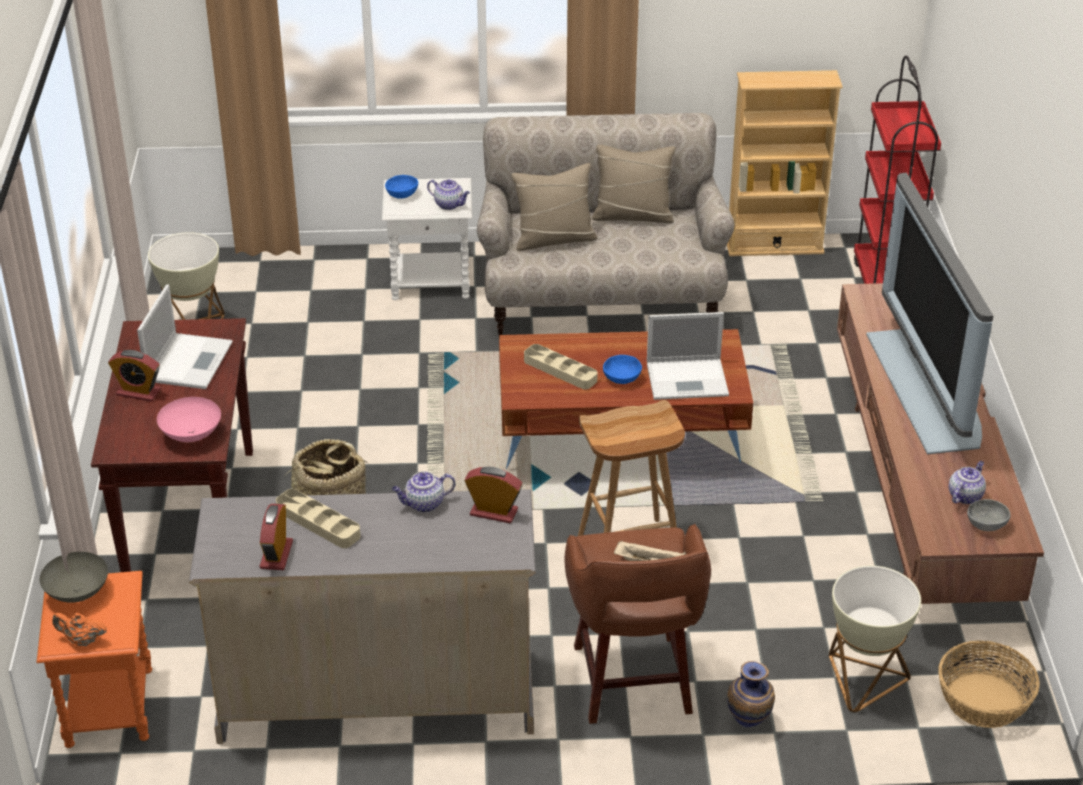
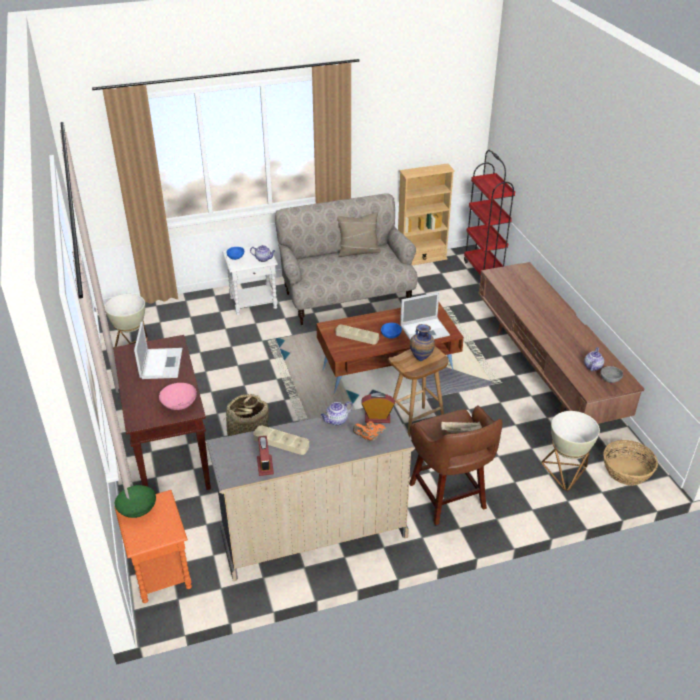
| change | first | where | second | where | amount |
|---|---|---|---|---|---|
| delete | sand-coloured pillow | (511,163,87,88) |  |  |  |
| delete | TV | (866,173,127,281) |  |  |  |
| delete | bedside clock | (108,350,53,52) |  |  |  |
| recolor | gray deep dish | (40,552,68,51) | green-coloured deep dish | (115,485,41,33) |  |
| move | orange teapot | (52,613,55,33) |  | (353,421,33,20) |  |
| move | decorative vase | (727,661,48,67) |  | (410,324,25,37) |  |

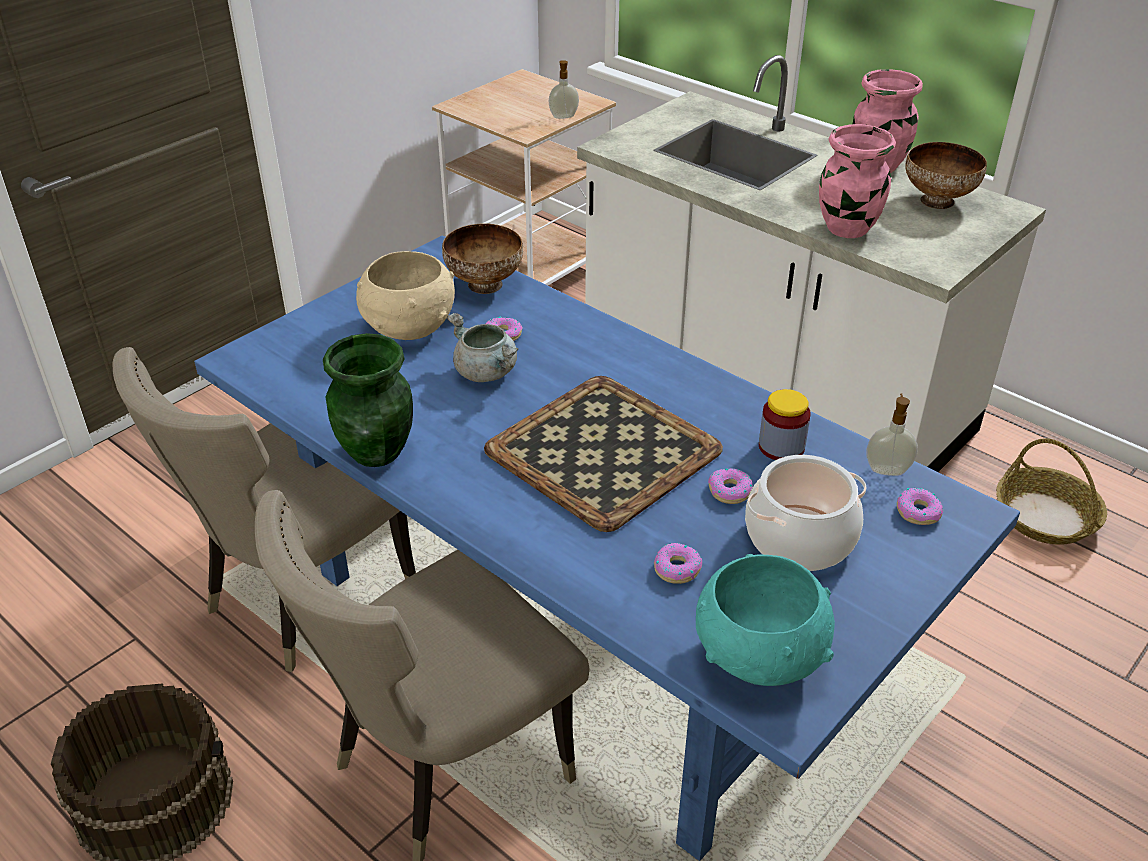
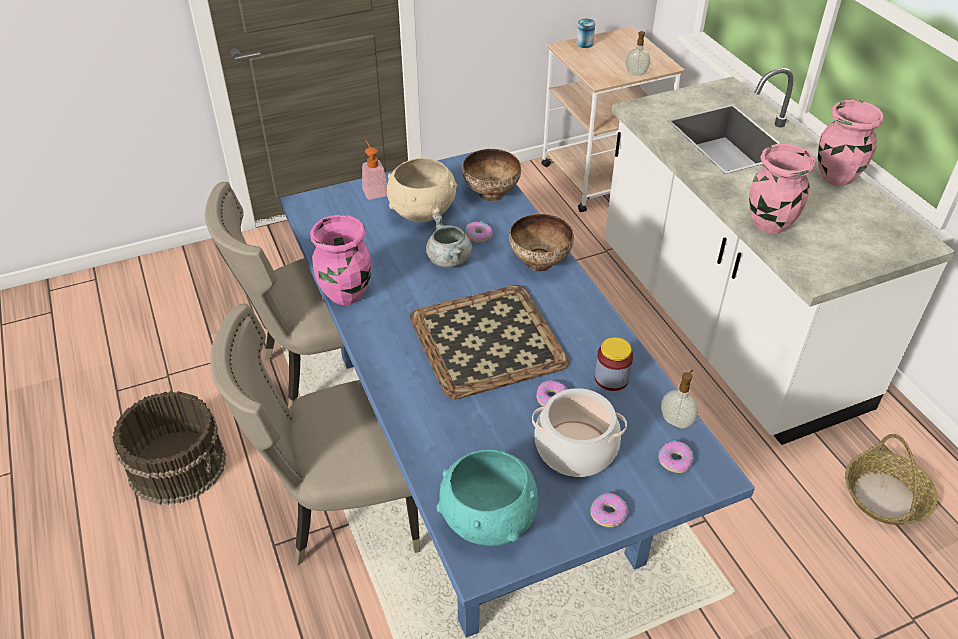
| change | first | where | second | where | amount |
|---|---|---|---|---|---|
| move | deep dish | (906,142,81,67) |  | (509,214,65,58) |  |
| recolor | green-coloured decorative vase | (323,333,90,134) | pink decorative vase | (310,214,61,91) |  |
| move | ring doughnut | (654,543,48,41) |  | (590,493,39,34) |  |
| insert |  |  | metal can | (576,19,20,29) |  |
| insert |  |  | soap dispenser | (362,140,25,60) |  |

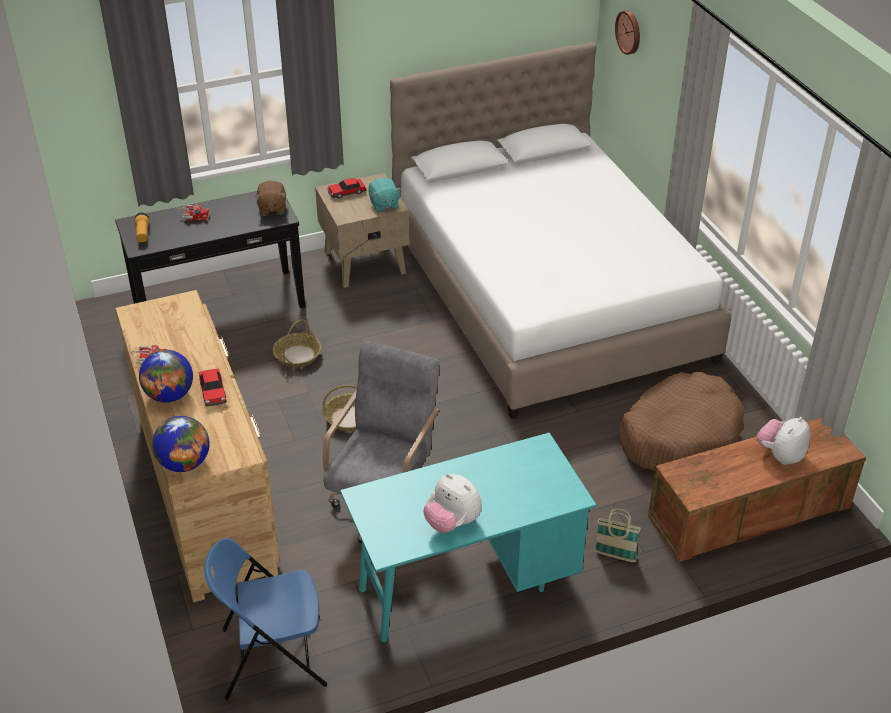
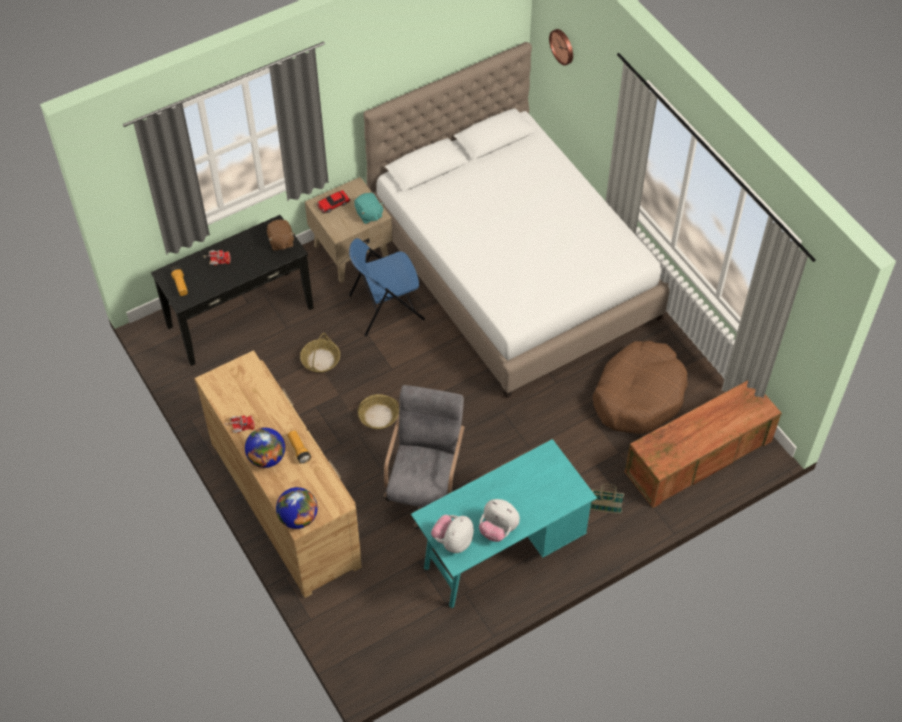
| change | first | where | second | where | amount |
|---|---|---|---|---|---|
| replace | toy car | (199,368,27,38) | flashlight | (287,430,24,34) |  |
| move | cuddly toy | (757,417,54,48) |  | (431,515,43,38) |  |
| move | blue-coloured upright chair | (204,538,123,162) |  | (349,238,76,98) |  |

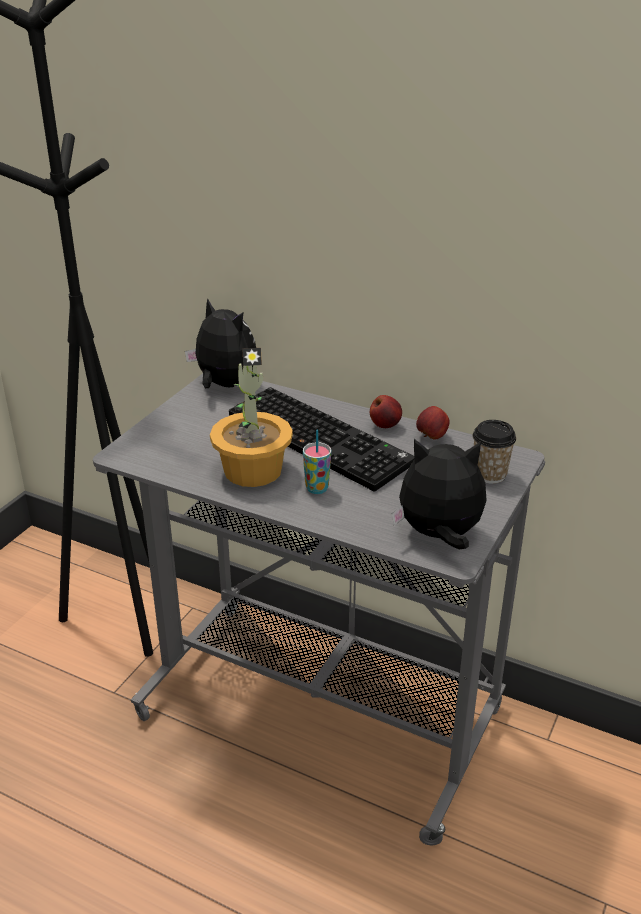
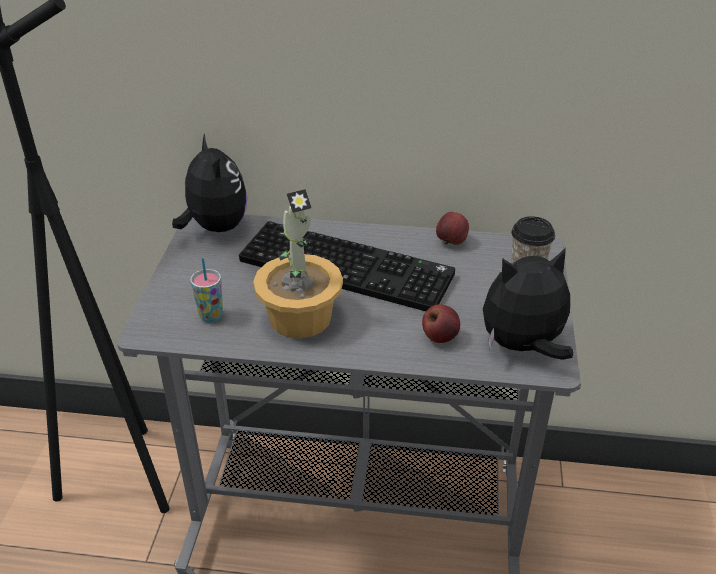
| change | first | where | second | where | amount |
|---|---|---|---|---|---|
| rotate | cuddly toy | (185,298,71,90) |  | (172,134,75,98) | 45 degrees clockwise |
| move | apple fruit | (370,395,32,33) |  | (422,304,38,39) |  |
| move | drinking cup | (303,430,28,64) |  | (190,258,33,64) |  |

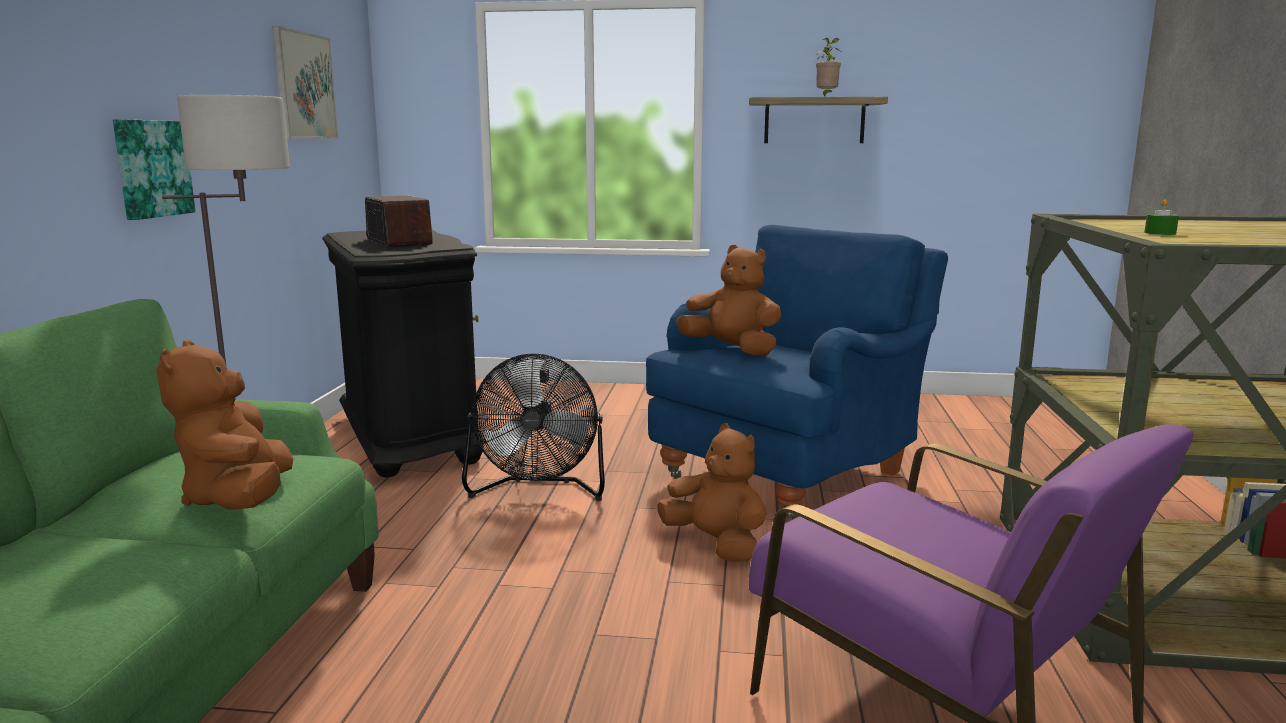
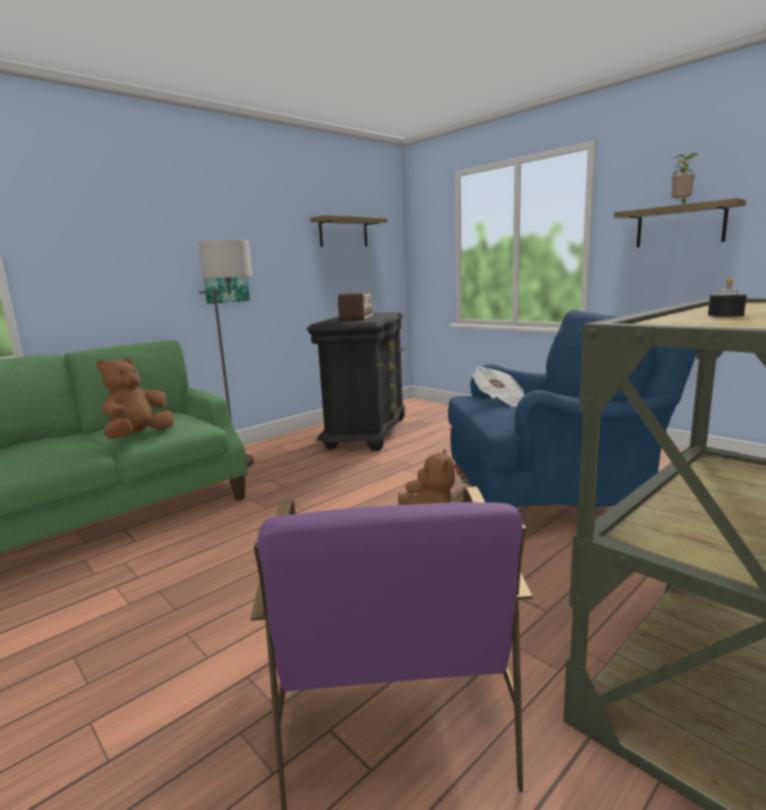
| change | first | where | second | where | amount |
|---|---|---|---|---|---|
| replace | wall picture | (272,26,66,113) | wall shelf | (310,215,78,32) |  |
| recolor | green-coloured wax light | (1144,200,35,35) | black wax light | (708,278,39,39) |  |
| replace | brown-coloured cuddly toy | (676,245,105,111) | printed paper | (472,367,53,40) |  |
| delete | black fan | (462,354,143,147) |  |  |  |

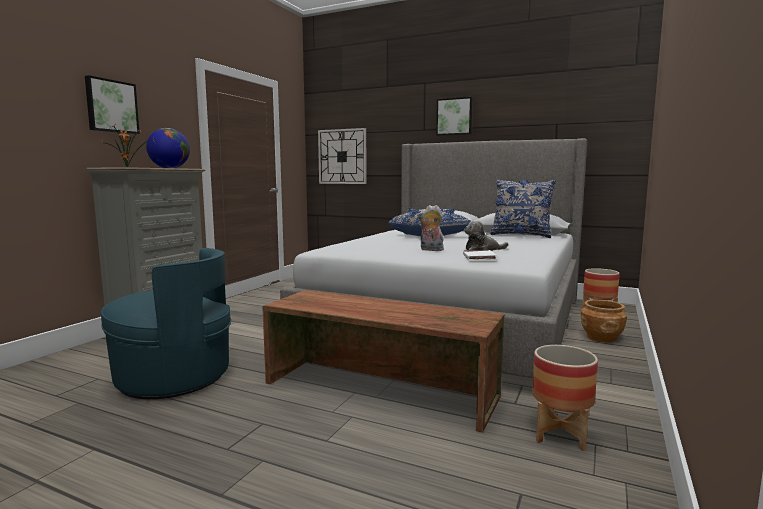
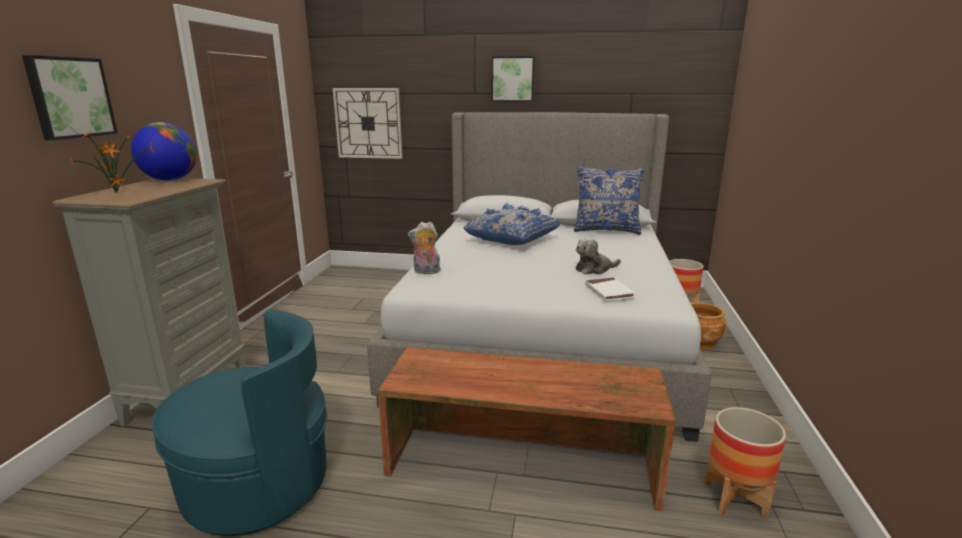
| change | first | where | second | where | amount |
|---|---|---|---|---|---|
| move | cuddly toy | (417,205,28,46) |  | (408,222,33,52) |  |

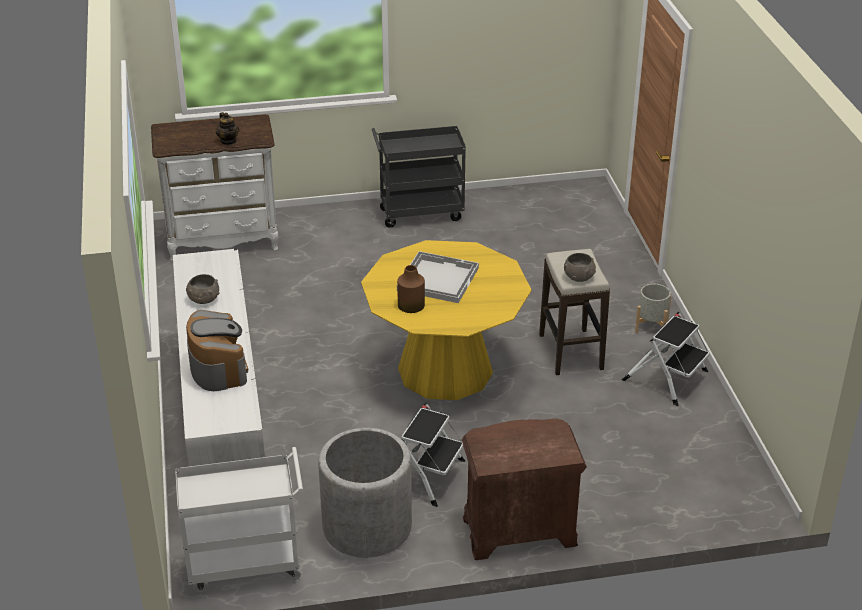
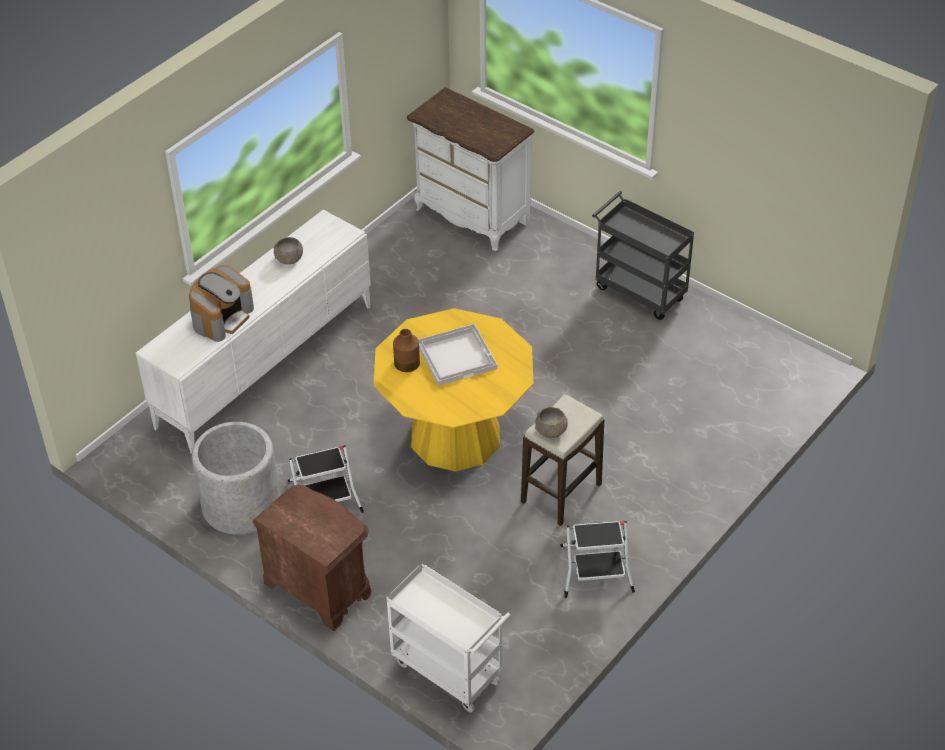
| change | first | where | second | where | amount |
|---|---|---|---|---|---|
| delete | teapot | (216,112,23,33) |  |  |  |
| delete | gray flower pot | (635,284,36,49) |  |  |  |
| move | whitish cart | (175,447,128,146) |  | (387,564,123,148) |  |

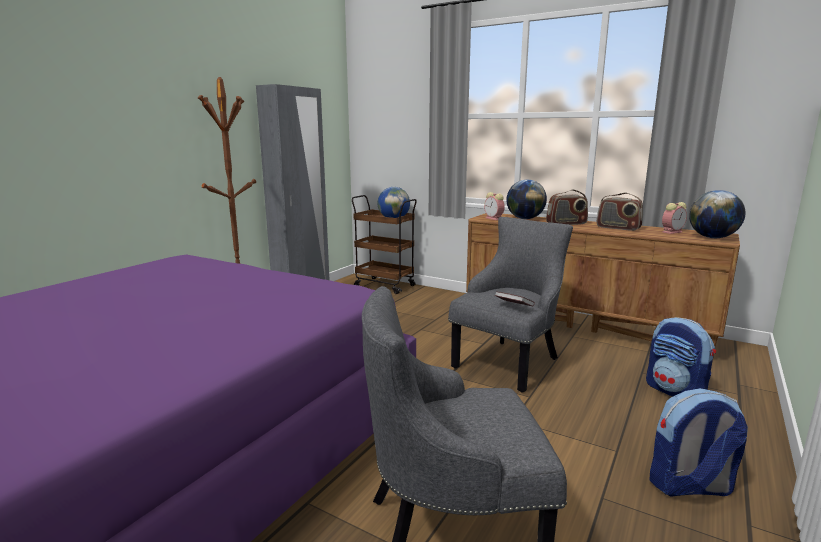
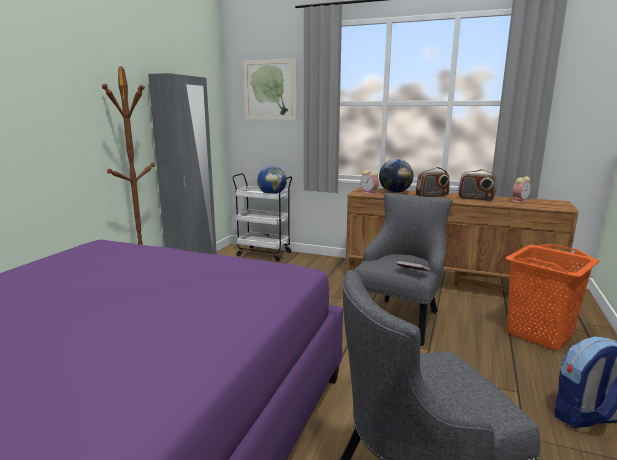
| change | first | where | second | where | amount |
|---|---|---|---|---|---|
| delete | globe | (689,190,56,48) |  |  |  |
| recolor | brown-coloured cart | (352,195,65,99) | whitish cart | (233,173,59,89) |  |
| replace | knapsack | (646,317,70,80) | orange washing basket | (506,244,93,106) |  |
| insert |  |  | wall picture | (243,58,54,62) |  |

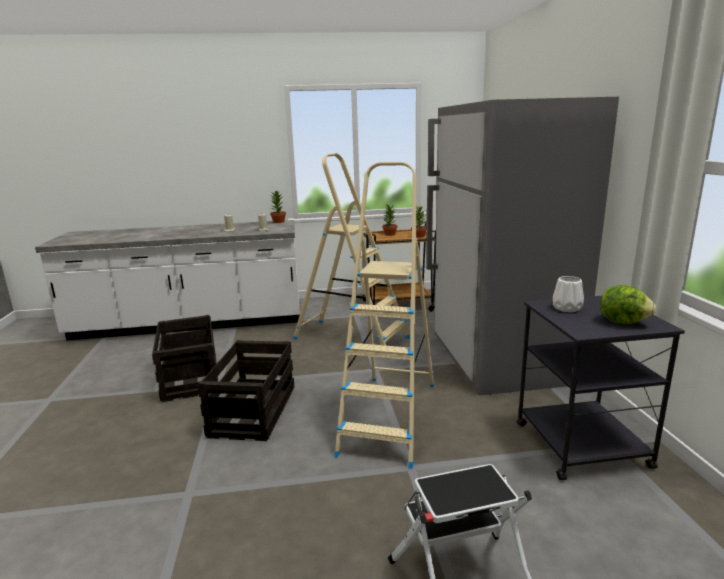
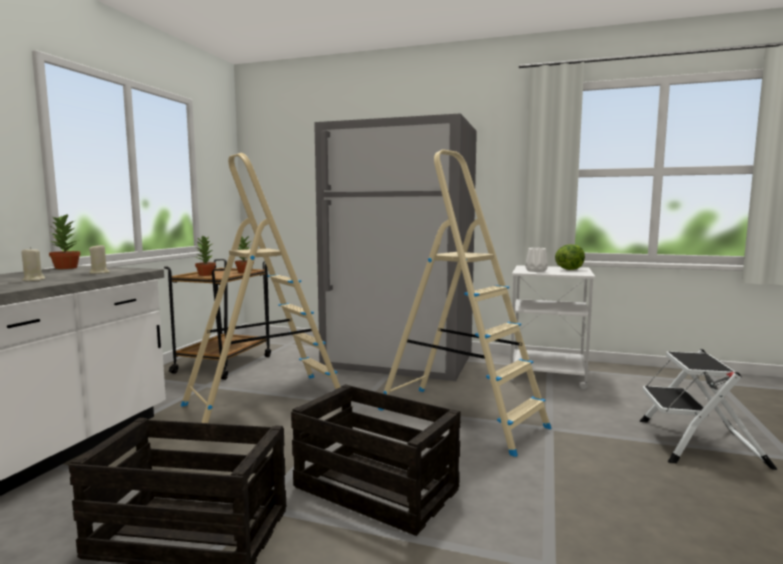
| change | first | where | second | where | amount |
|---|---|---|---|---|---|
| recolor | black cart | (517,296,168,184) | whitish cart | (509,265,86,124) |  |

